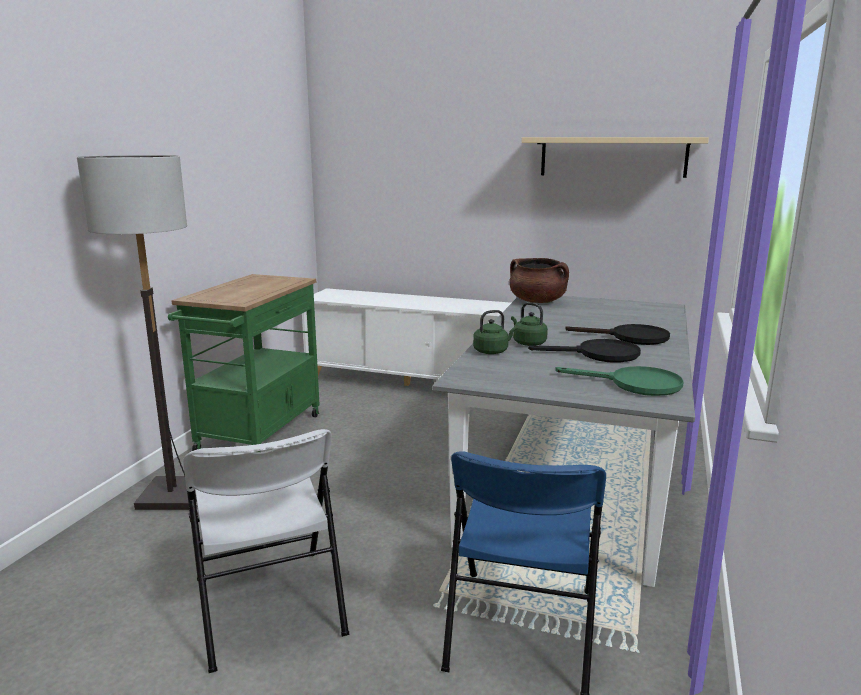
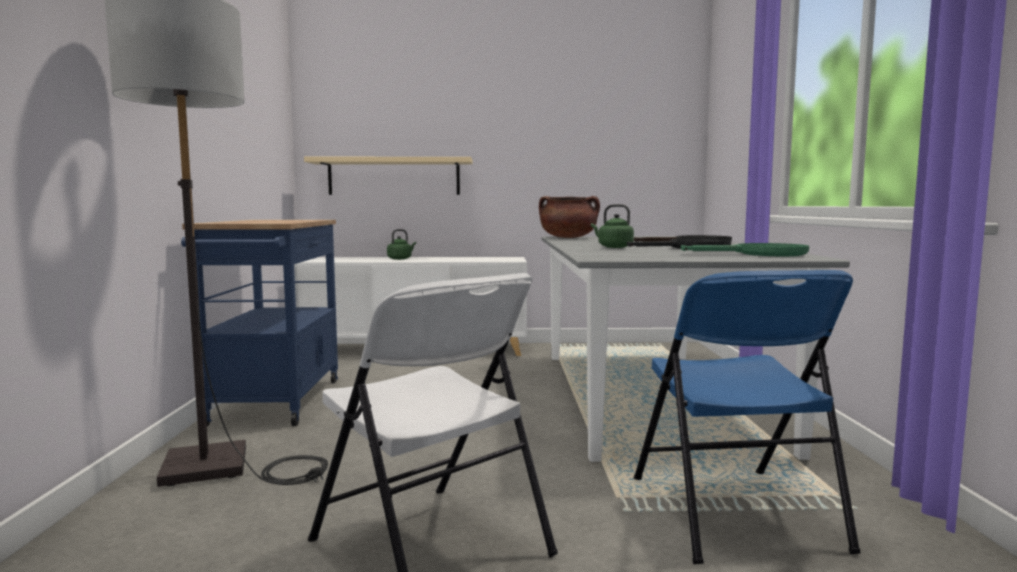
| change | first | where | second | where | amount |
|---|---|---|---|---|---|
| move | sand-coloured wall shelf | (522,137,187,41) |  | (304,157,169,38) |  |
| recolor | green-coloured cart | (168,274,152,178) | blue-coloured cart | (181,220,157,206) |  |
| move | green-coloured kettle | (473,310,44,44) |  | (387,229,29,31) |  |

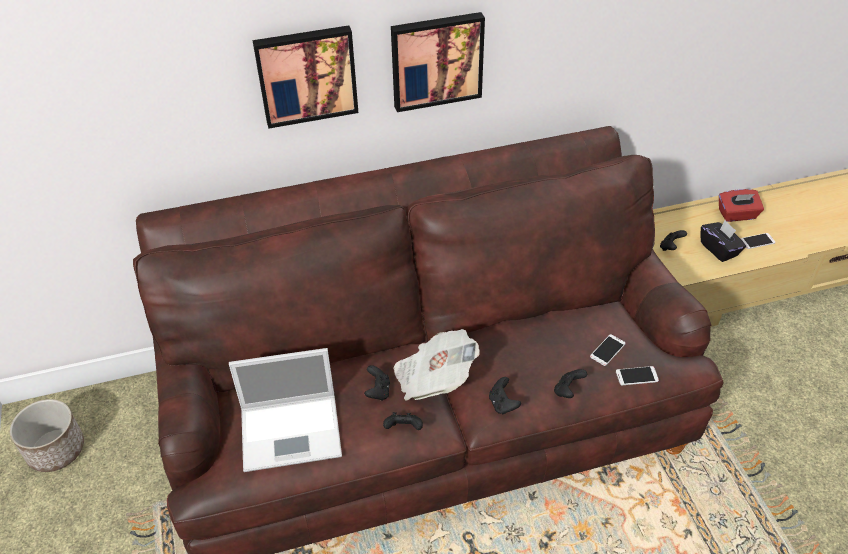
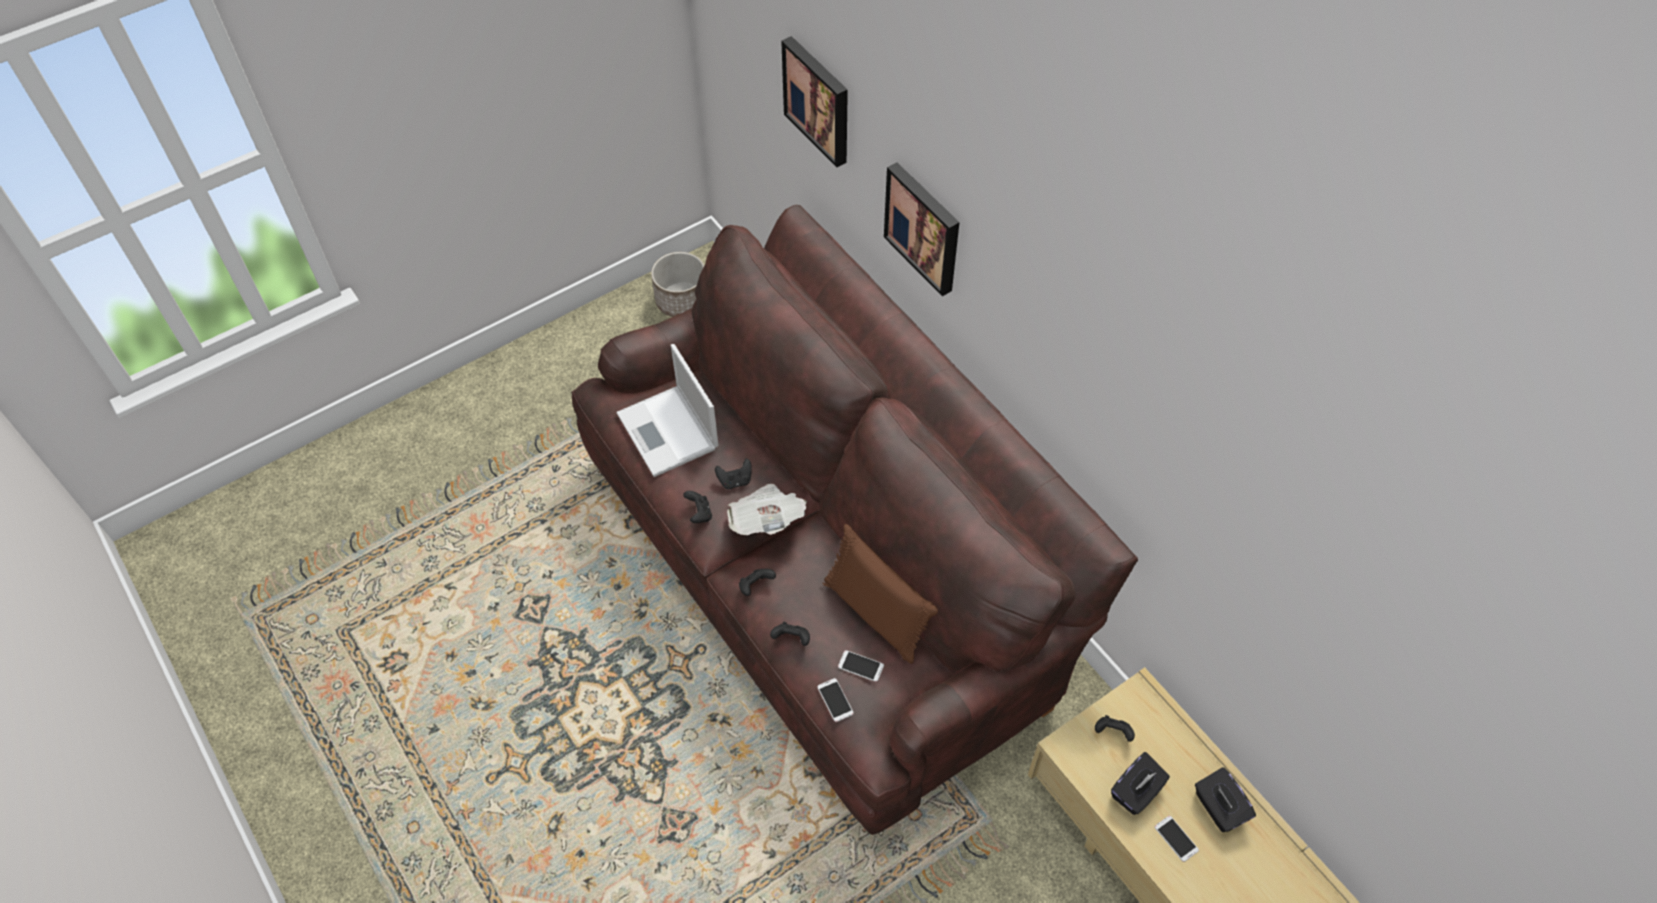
| change | first | where | second | where | amount |
|---|---|---|---|---|---|
| move | wall picture | (391,12,94,100) |  | (781,36,67,131) |  |
| recolor | red tissue holder | (719,189,45,33) | black tissue holder | (1195,767,61,65) |  |
| insert |  |  | brown-coloured pillow | (822,524,116,140) |  |

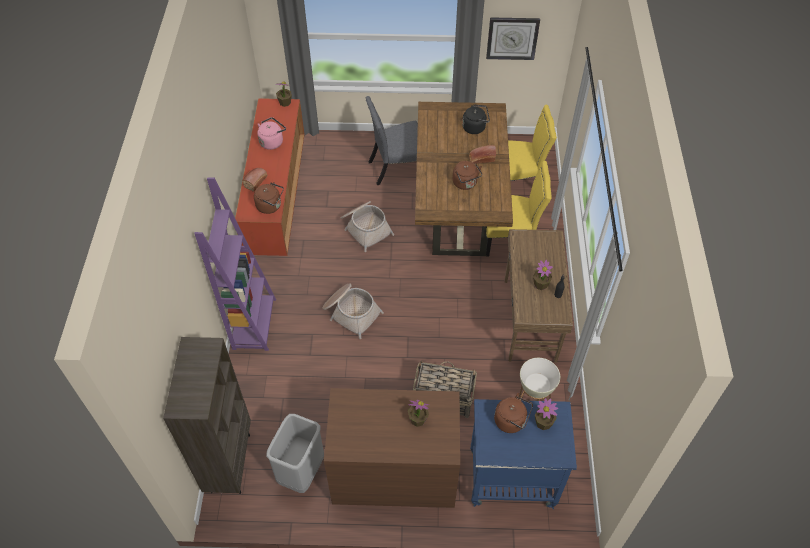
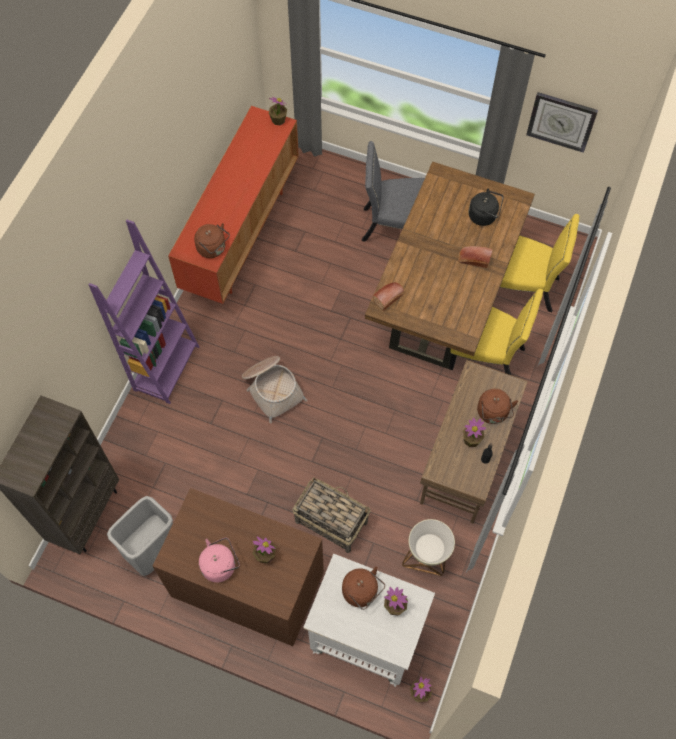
| change | first | where | second | where | amount |
|---|---|---|---|---|---|
| move | pink kettle | (257,117,29,33) |  | (199,537,41,46) |  |
| move | brown-coloured kettle | (453,161,29,29) |  | (477,389,41,35) |  |
| move | bakery bread | (242,168,25,24) |  | (373,282,31,29) |  |
| delete | storage basket | (340,201,54,51) |  |  |  |
| recolor | blue-coloured cart | (470,399,107,110) | whitish cart | (303,554,132,133) |  |
| insert |  |  | houseplant | (410,677,22,25) |  |

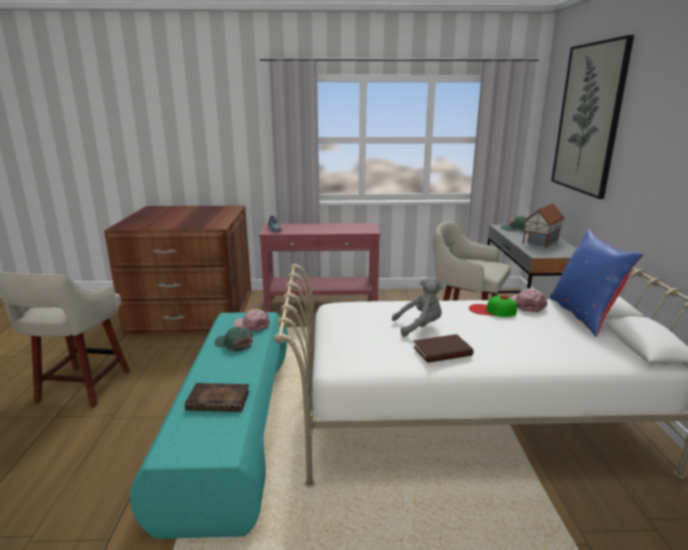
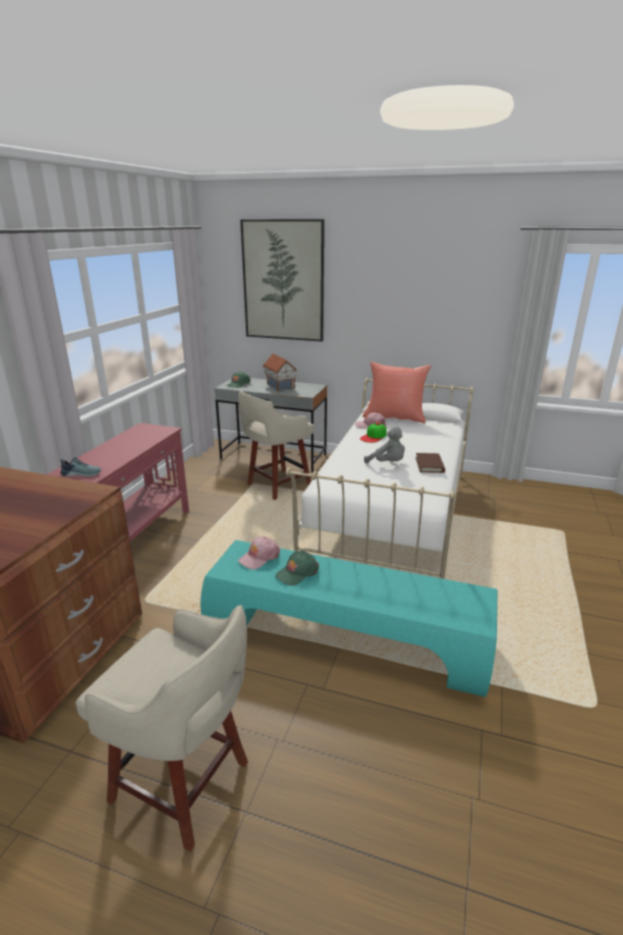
| change | first | where | second | where | amount |
|---|---|---|---|---|---|
| recolor | blue-coloured pillow | (550,229,94,108) | red pillow | (362,362,69,61) |  |
| rotate | gray cuddly toy | (392,277,52,60) |  | (364,426,41,37) | 120 degrees clockwise |
| delete | bound book | (185,383,64,29) |  |  |  |

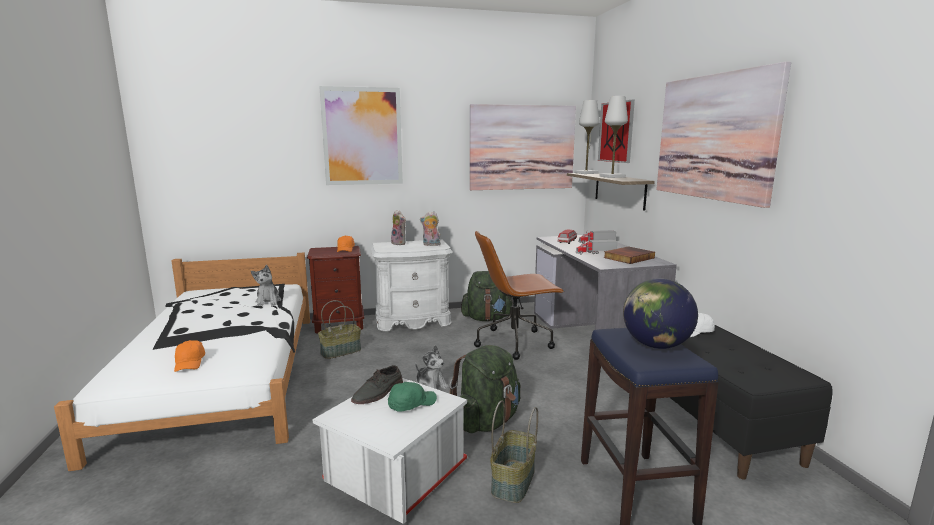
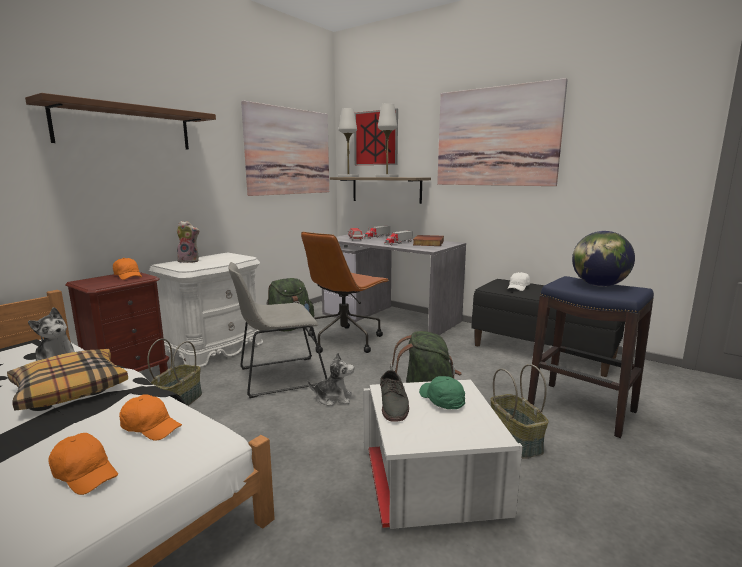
| change | first | where | second | where | amount |
|---|---|---|---|---|---|
| replace | wall picture | (319,86,84,99) | brown-coloured wall shelf | (25,93,191,57) |  |
| delete | cuddly toy | (420,211,21,35) |  |  |  |
| rotate | green-coloured baseball cap | (388,382,49,30) |  | (419,376,46,33) | 45 degrees counterclockwise |
| insert |  |  | gray upright chair | (229,262,98,136) |  |
| insert |  |  | pillow | (7,349,121,61) |  |
| insert |  |  | orange baseball cap | (119,395,63,46) |  |

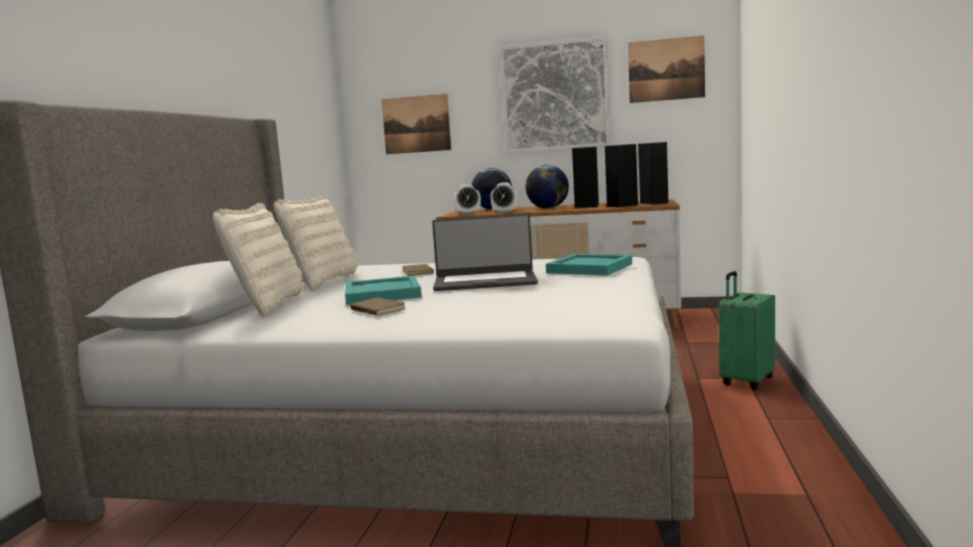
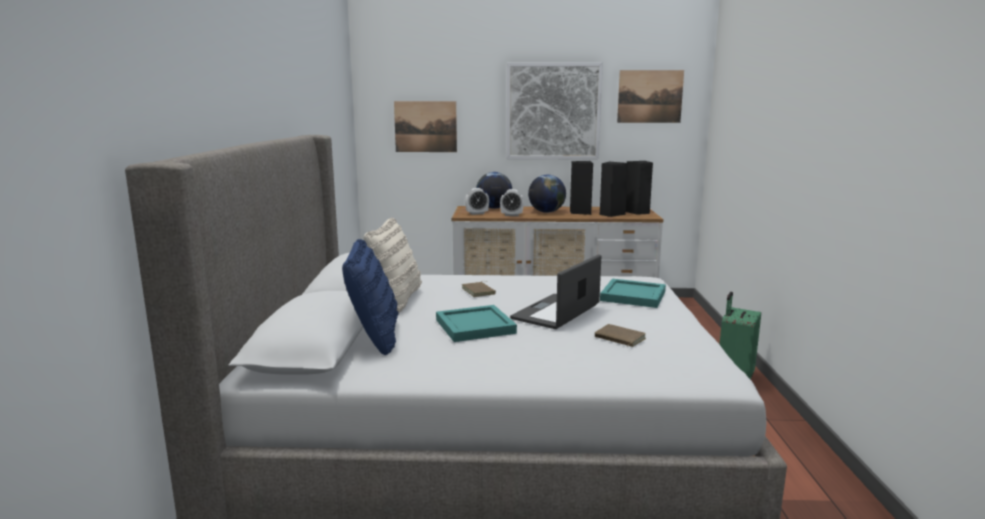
| change | first | where | second | where | amount |
|---|---|---|---|---|---|
| recolor | sand-coloured pillow | (213,203,92,113) | blue-coloured pillow | (342,239,57,116) |  |
| rotate | portable computer | (432,214,106,77) |  | (510,254,91,75) | 135 degrees clockwise |
| move | brown-coloured bound book | (350,297,55,19) |  | (595,324,51,23) |  |

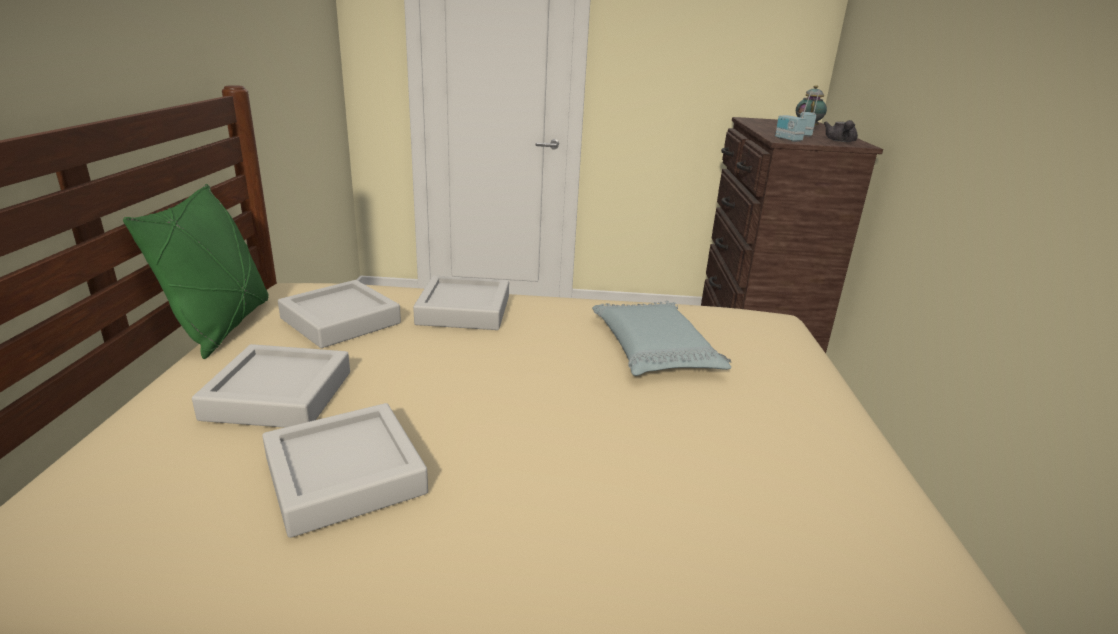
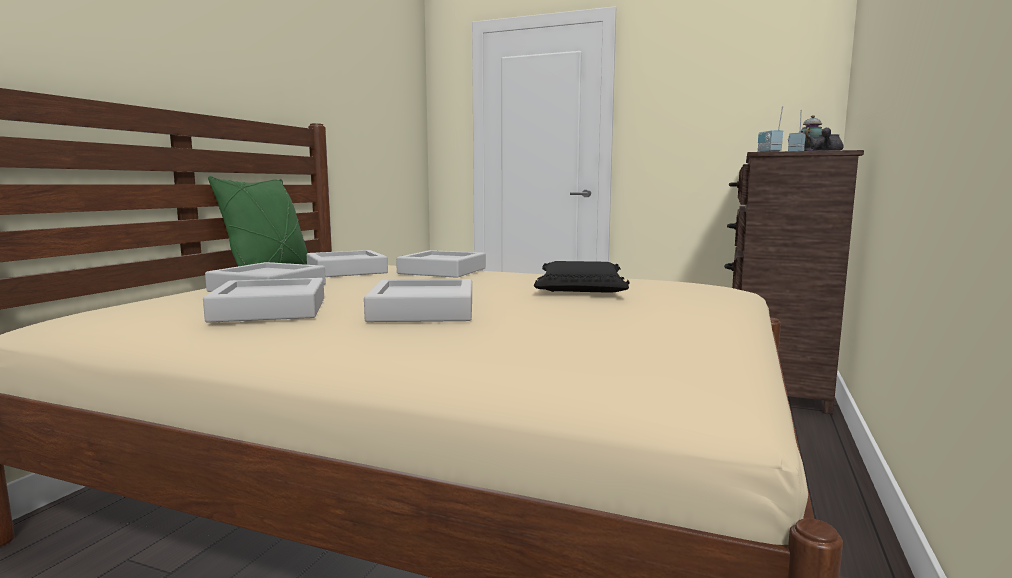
| change | first | where | second | where | amount |
|---|---|---|---|---|---|
| recolor | blue-coloured pillow | (592,301,140,75) | black pillow | (534,261,96,32) |  |
| insert |  |  | gray tray | (364,279,108,43) |  |

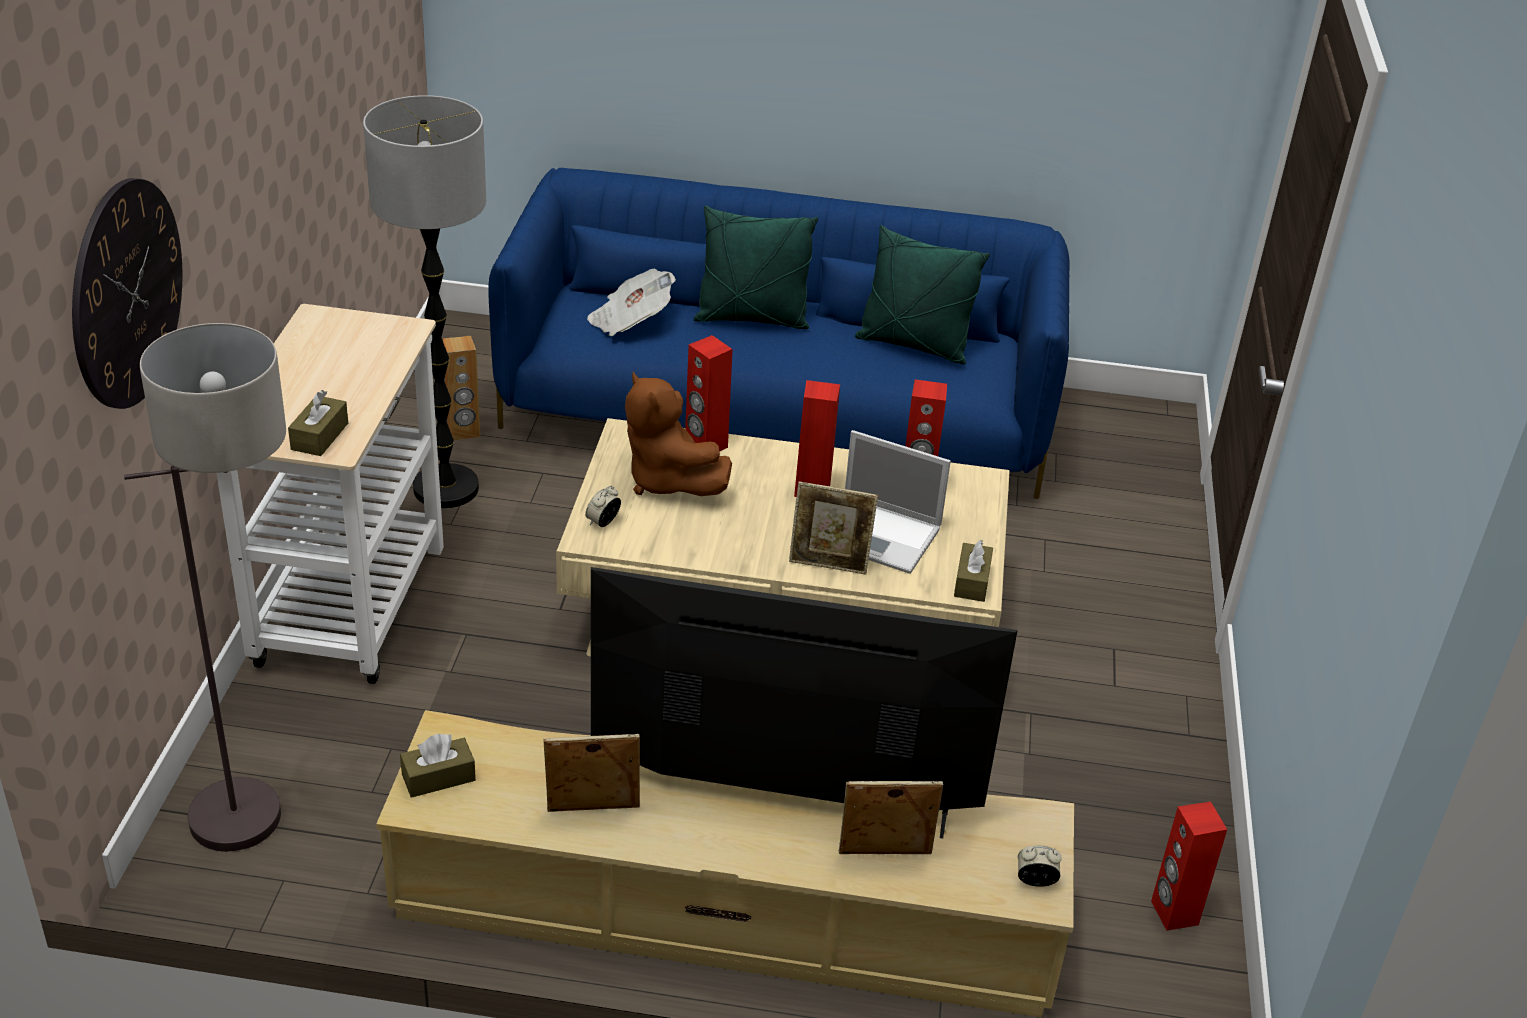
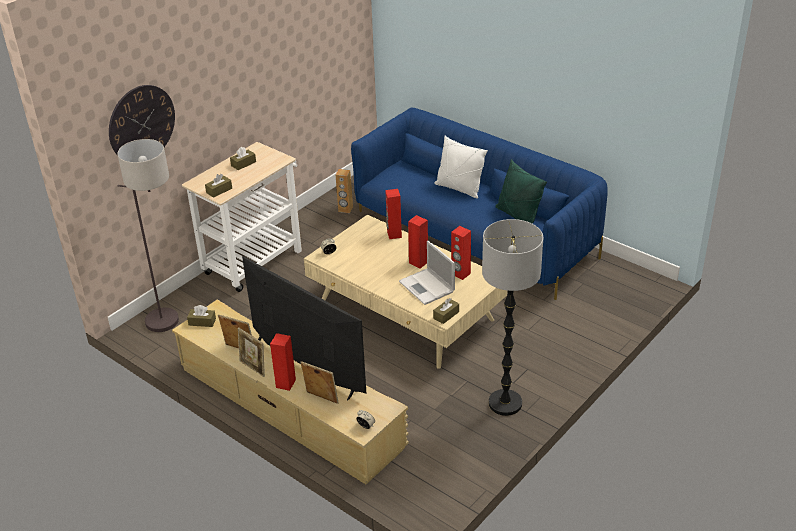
| change | first | where | second | where | amount |
|---|---|---|---|---|---|
| move | floor lamp | (363,95,123,413) |  | (482,219,61,197) |  |
| recolor | green-coloured pillow | (693,206,125,123) | whitish pillow | (434,136,54,63) |  |
| delete | printed paper | (587,269,89,67) |  |  |  |
| delete | brown-coloured cuddly toy | (625,372,107,124) |  |  |  |
| move | picture frame | (789,482,89,92) |  | (238,327,27,50) |  |
| move | red speaker | (1151,802,76,129) |  | (270,333,26,58) |  |
| insert |  |  | brown-coloured tissue holder | (230,147,26,23) |  |

